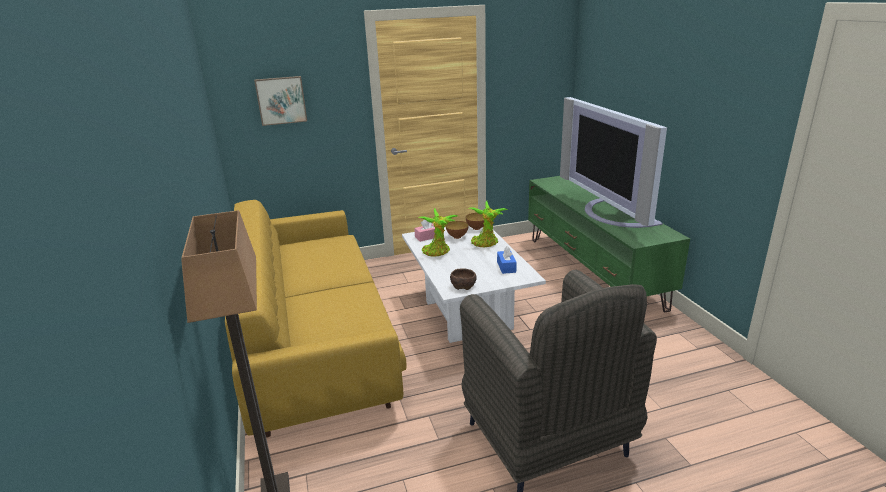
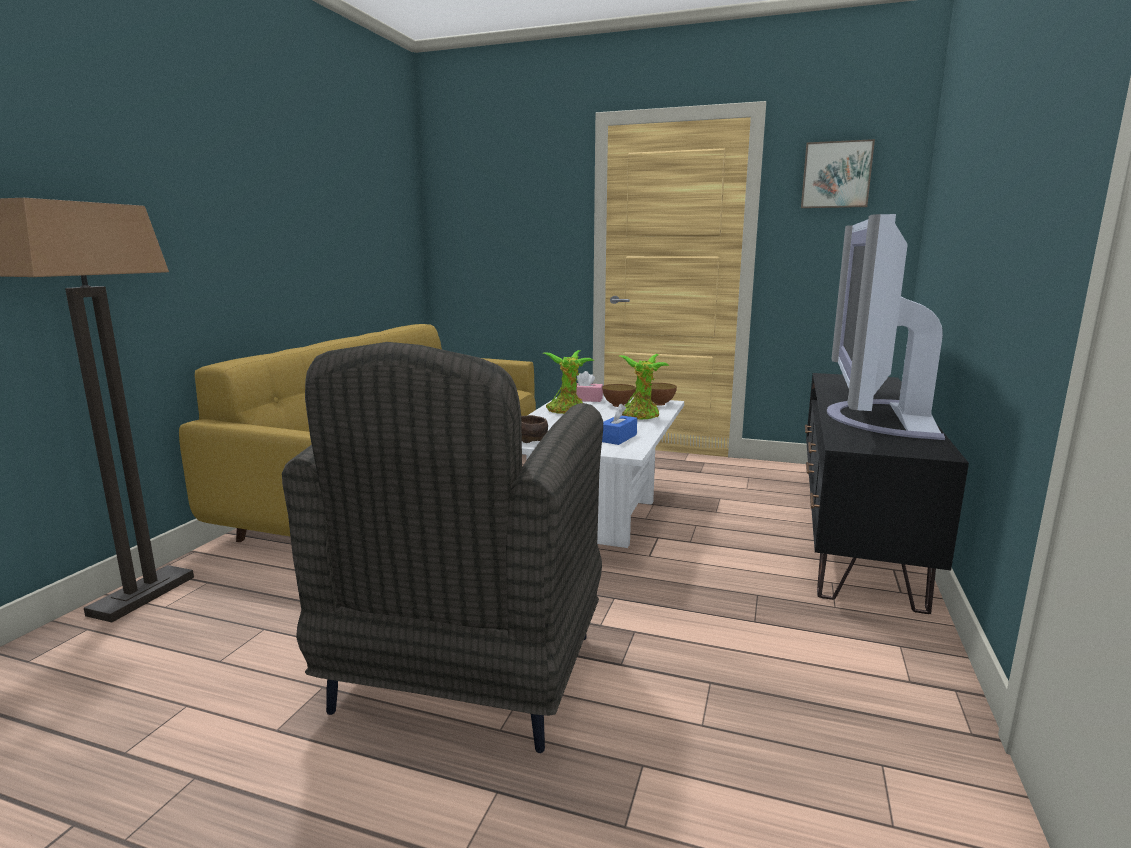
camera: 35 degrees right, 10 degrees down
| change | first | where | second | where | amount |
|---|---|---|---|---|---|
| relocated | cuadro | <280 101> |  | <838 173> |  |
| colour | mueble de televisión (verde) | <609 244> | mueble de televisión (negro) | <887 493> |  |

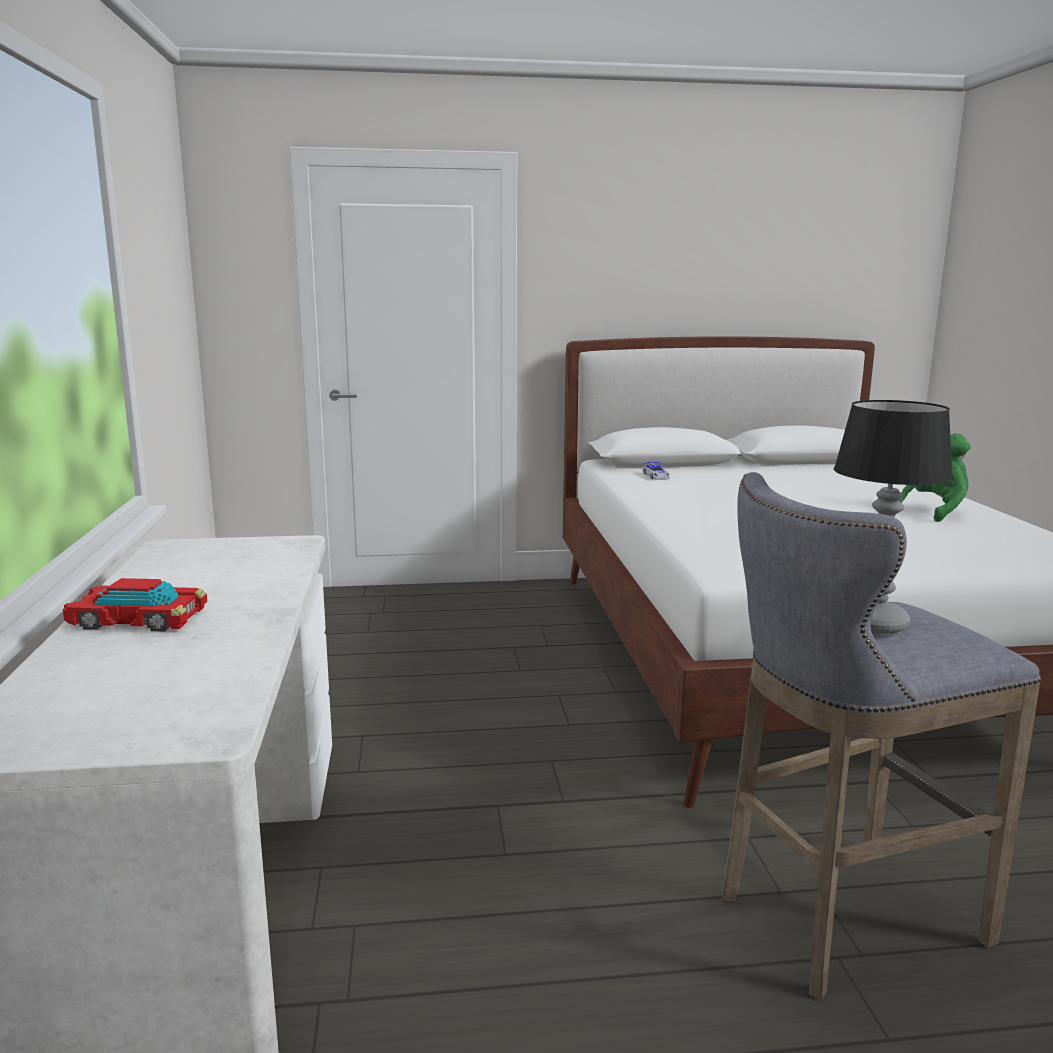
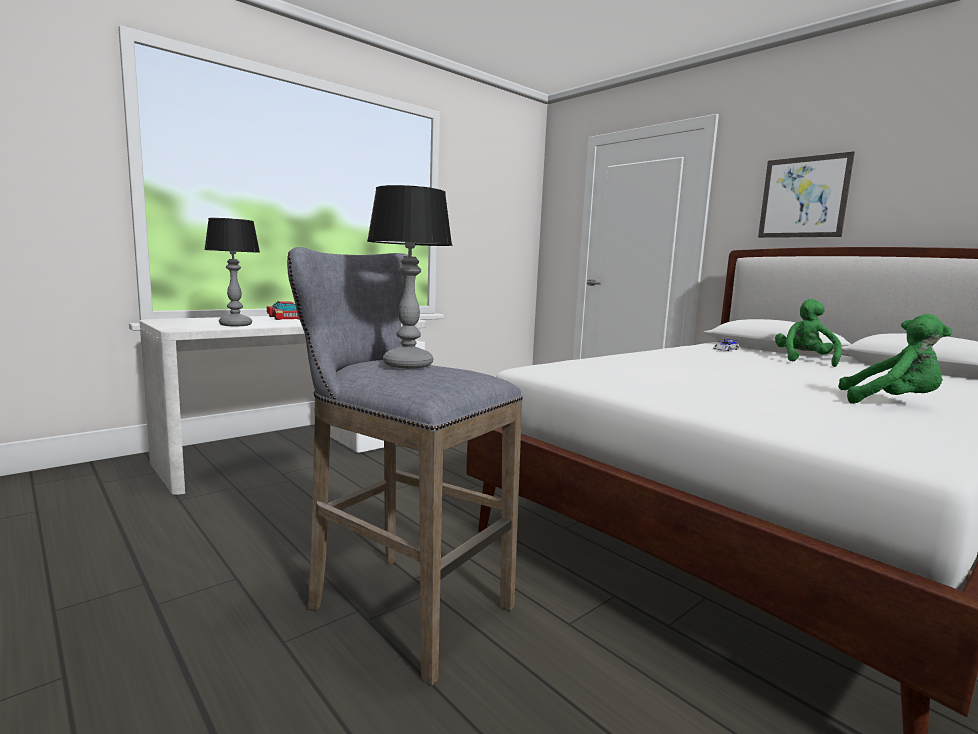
camera: 55 degrees right, 5 degrees down
| change | first | where | second | where | amount |
|---|---|---|---|---|---|
| appeared |  |  | lámpara de mesa | <232 272> |  |
| appeared |  |  | cuadro | <806 194> |  |
| appeared |  |  | peluche (verde) | <808 333> |  |

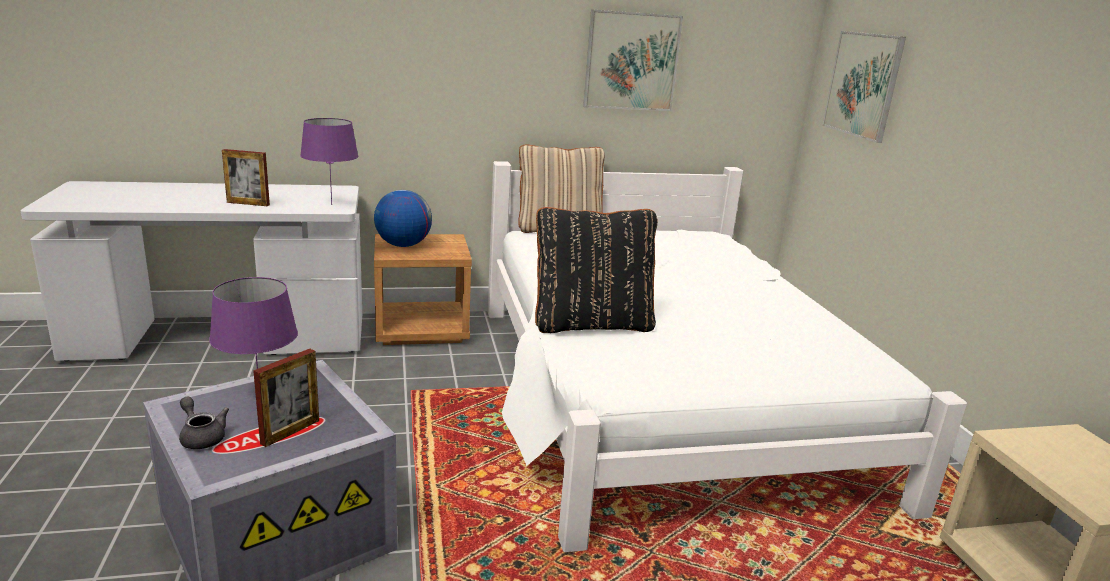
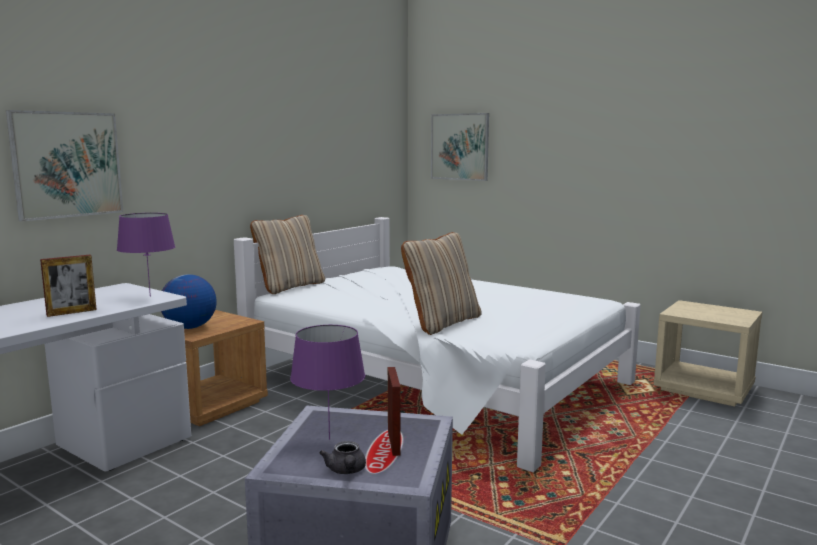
camera: 40 degrees left, 10 degrees down
| change | first | where | second | where | amount |
|---|---|---|---|---|---|
| relocated | cuadro | <633 60> |  | <64 166> |  |
| colour | cojín (negro) | <596 270> | cojín (beis) | <441 283> |  |
| spun | tetera (gris) | <204 423> |  | <342 457> | 105 degrees counterclockwise |

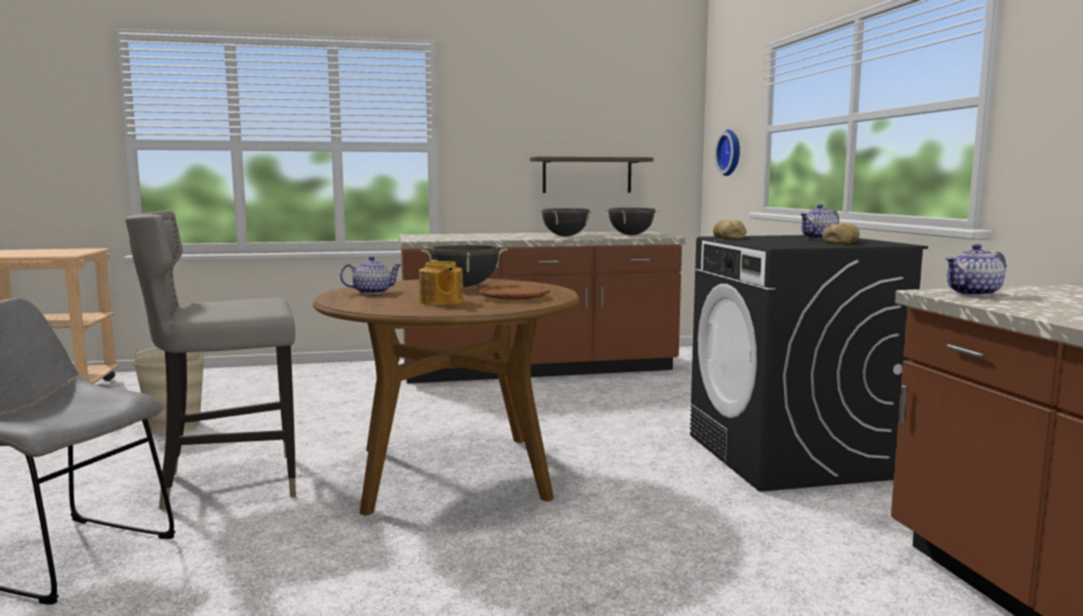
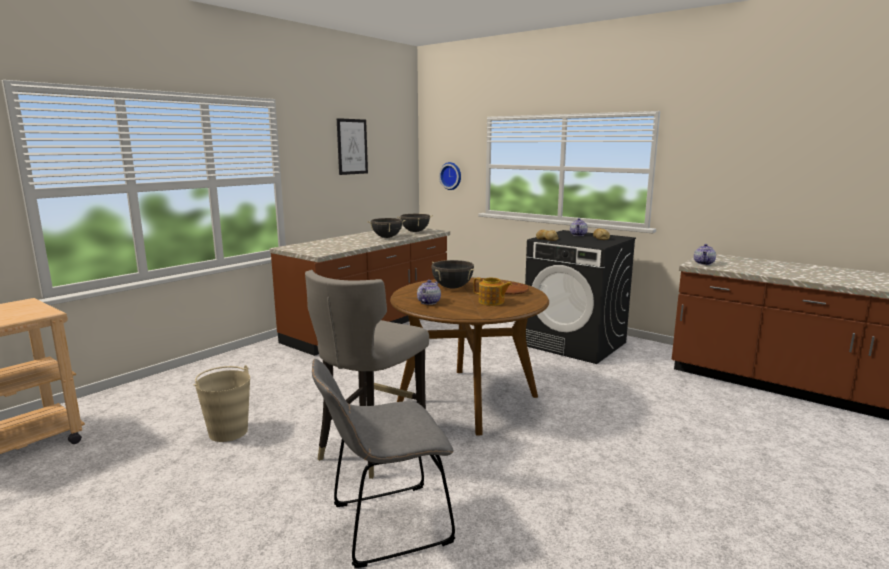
camera: 40 degrees left, 5 degrees up
| change | first | where | second | where | amount |
|---|---|---|---|---|---|
| missing | estante | <591 175> |  |  |  |
| appeared |  |  | cuadro | <352 146> |  |

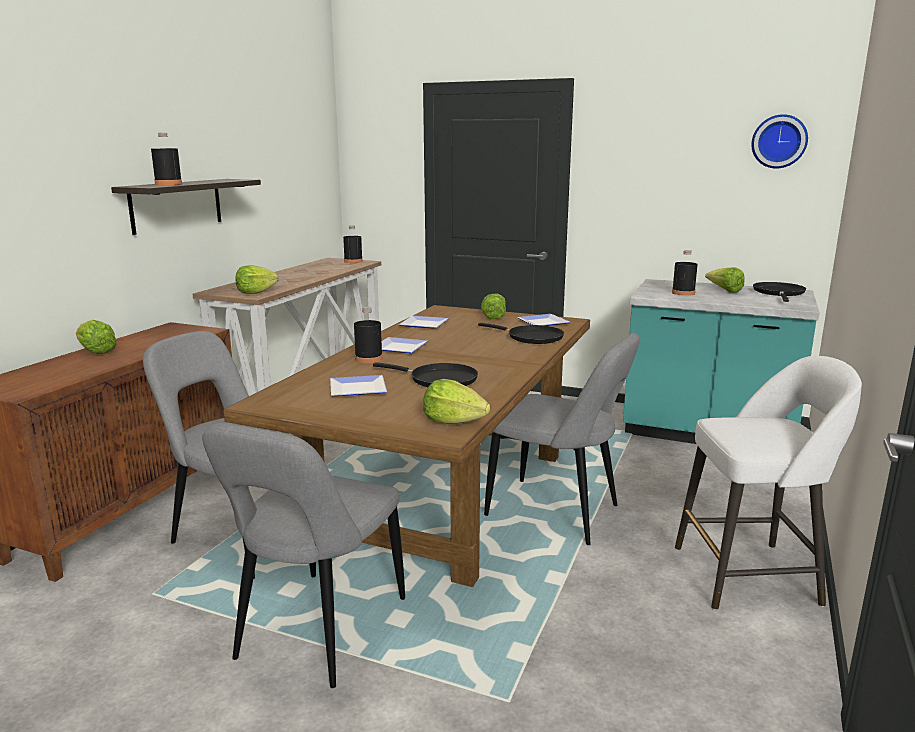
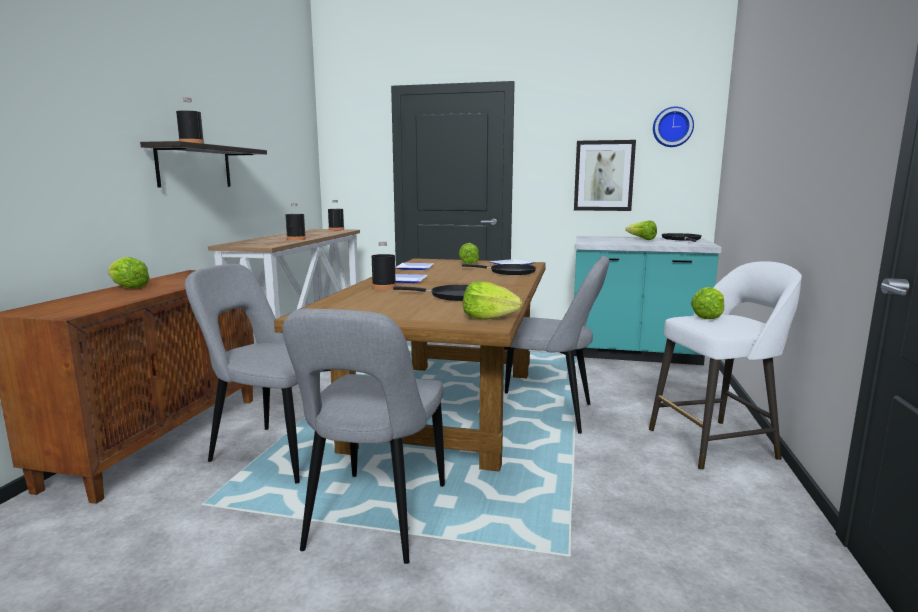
camera: 10 degrees left, 5 degrees down
| change | first | where | second | where | amount |
|---|---|---|---|---|---|
| missing | plato | <358 385> |  |  |  |
| appeared |  |  | cuadro | <605 175> |  |
| relocated | lechuga | <256 279> |  | <707 303> |  |
| relocated | botella (negro) | <685 273> |  | <296 221> |  |

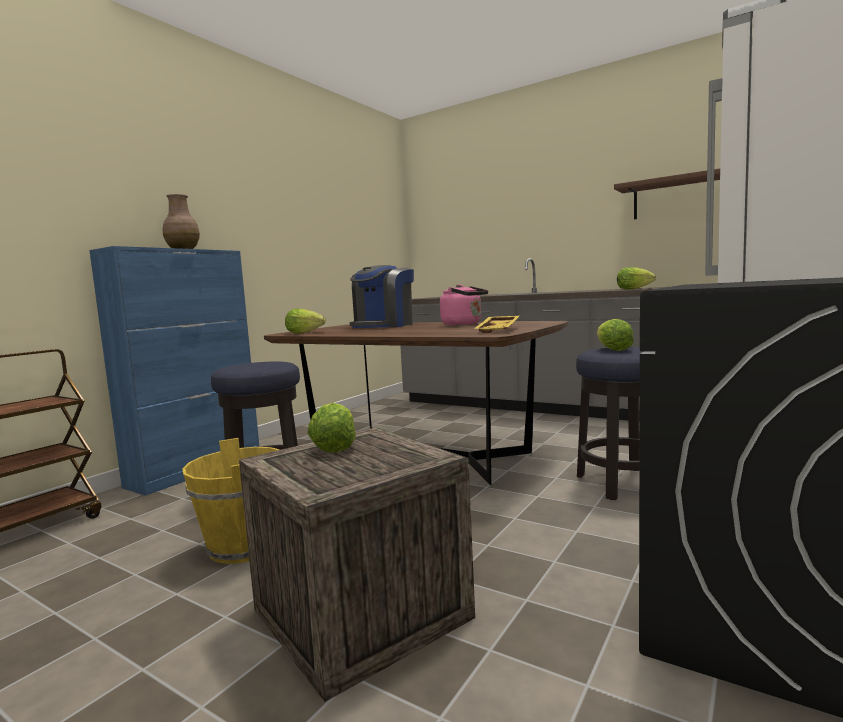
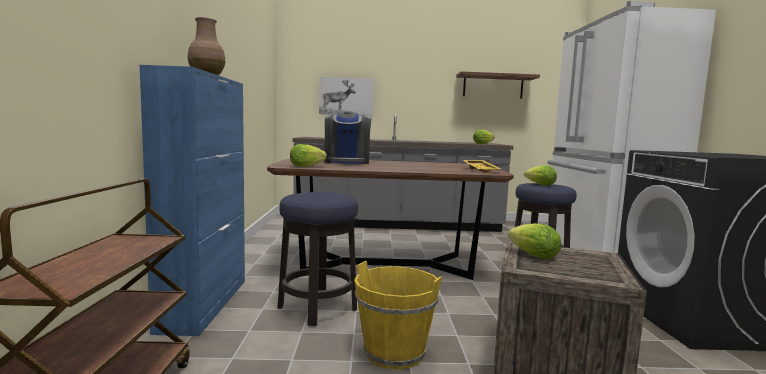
camera: 35 degrees left, 0 degrees up
| change | first | where | second | where | amount |
|---|---|---|---|---|---|
| missing | hervidor (rosa) | <464 304> |  |  |  |
| appeared |  |  | cuadro | <346 96> |  |

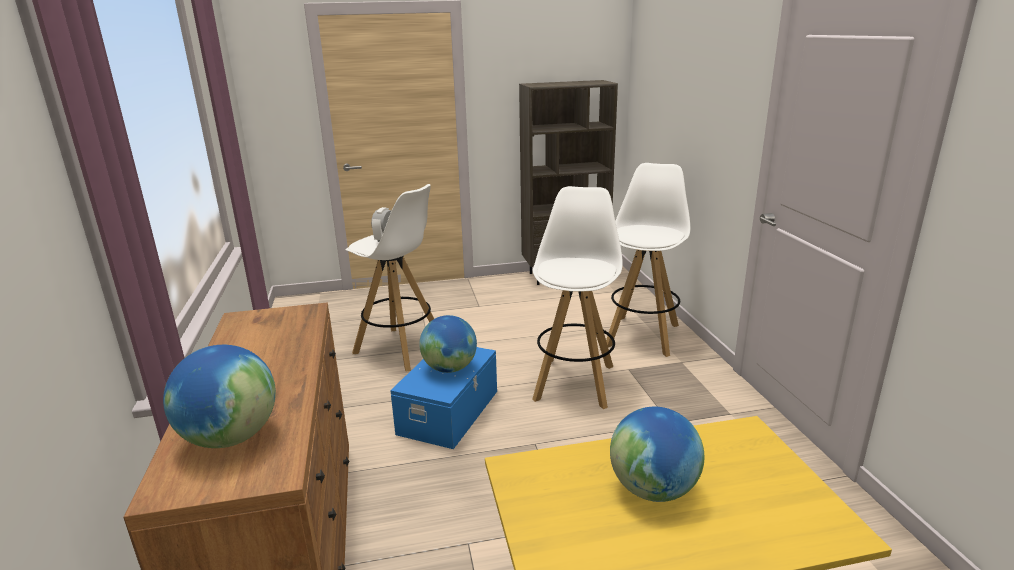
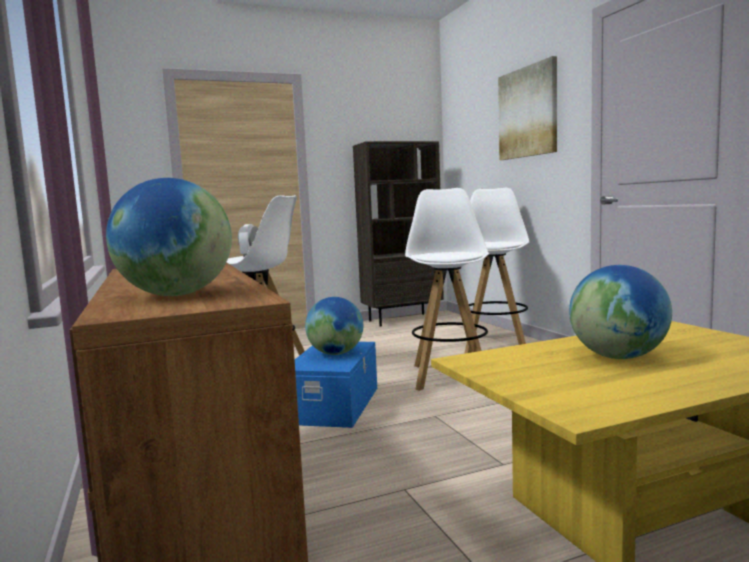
camera: 10 degrees left, 15 degrees down
| change | first | where | second | where | amount |
|---|---|---|---|---|---|
| appeared |  |  | cuadro | <527 108> |  |

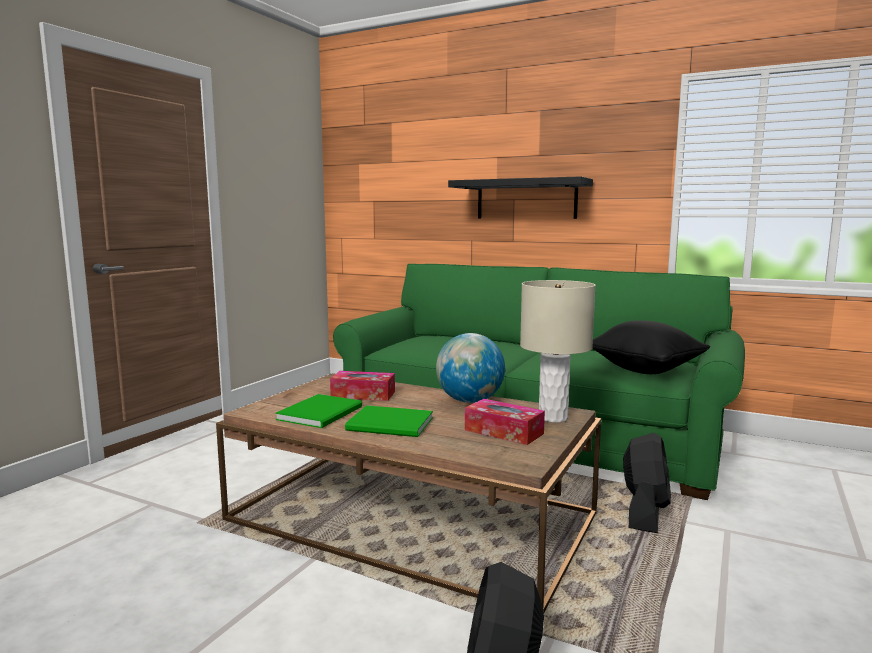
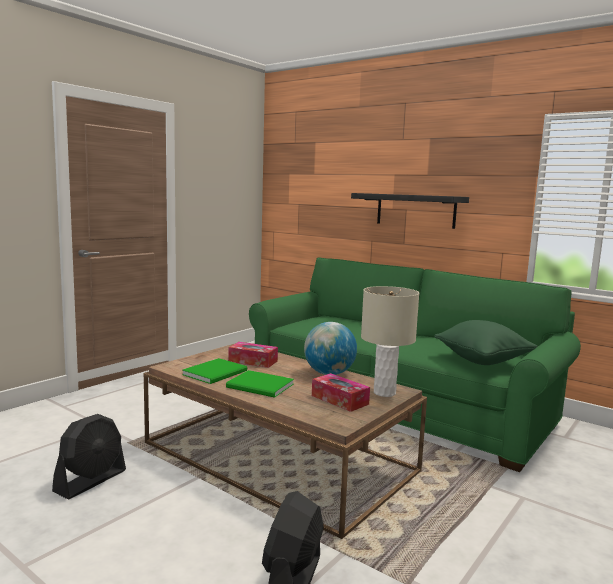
camera: 10 degrees right, 0 degrees up
| change | first | where | second | where | amount |
|---|---|---|---|---|---|
| relocated | ventilador (negro) | <647 483> |  | <89 456> |  |
| colour | cojín (negro) | <651 347> | cojín (verde) | <486 342> |  |

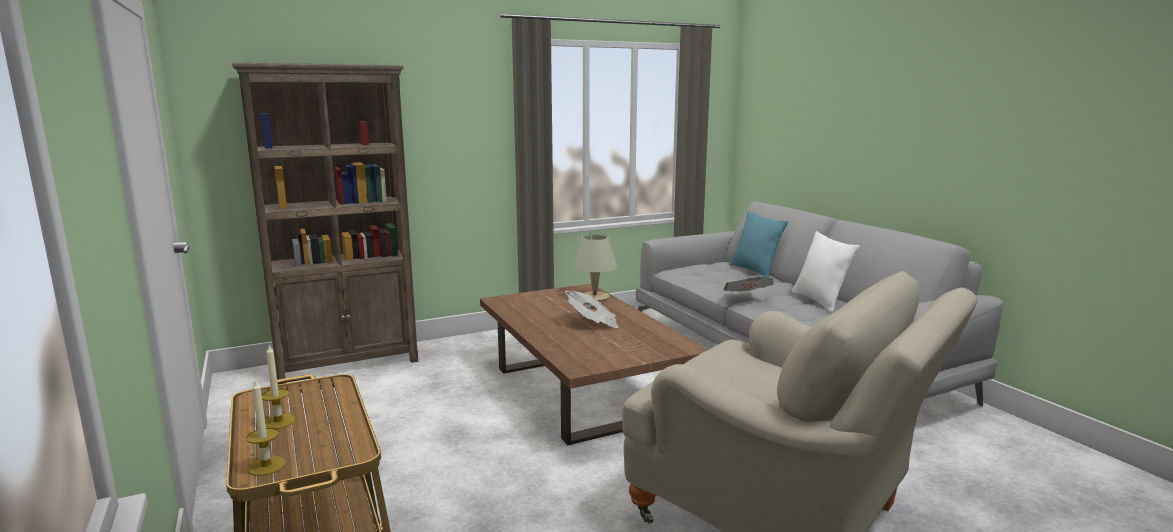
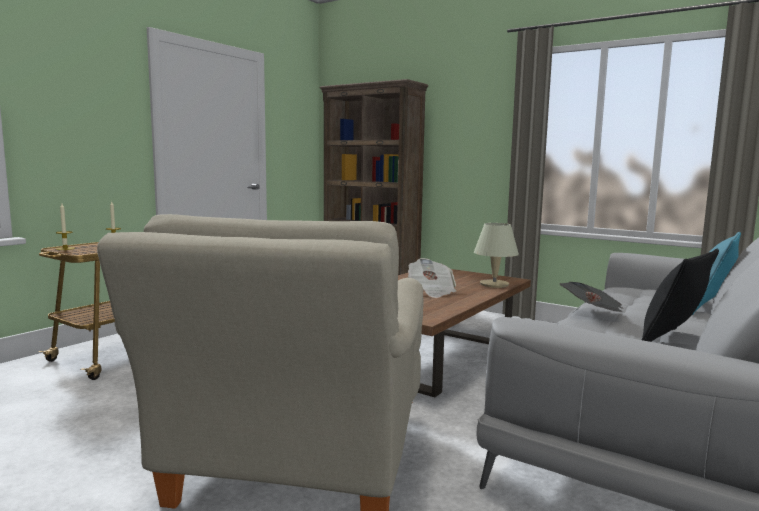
camera: 60 degrees right, 5 degrees down
| change | first | where | second | where | amount |
|---|---|---|---|---|---|
| colour | cojín (blanco) | <826 272> | cojín (negro) | <680 295> |  |

